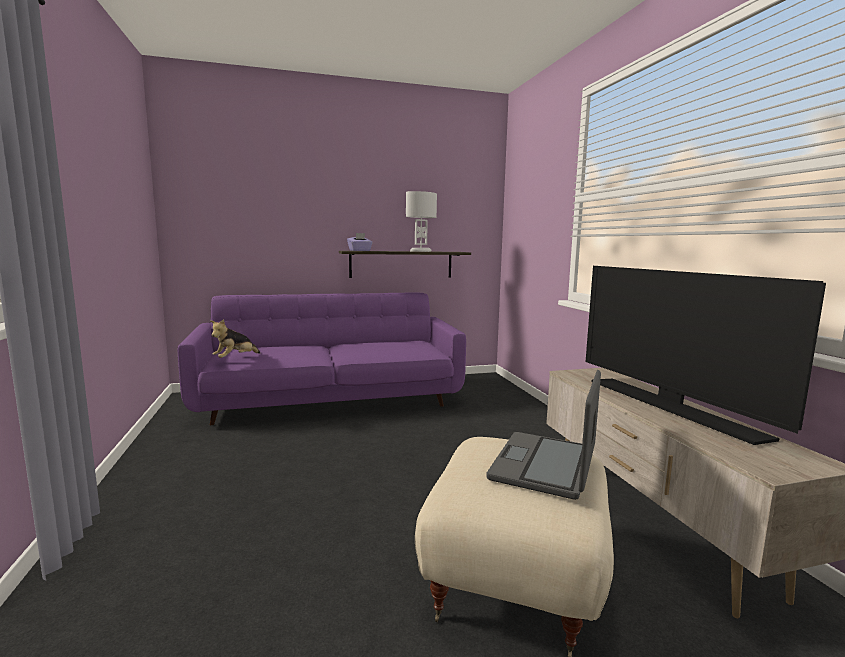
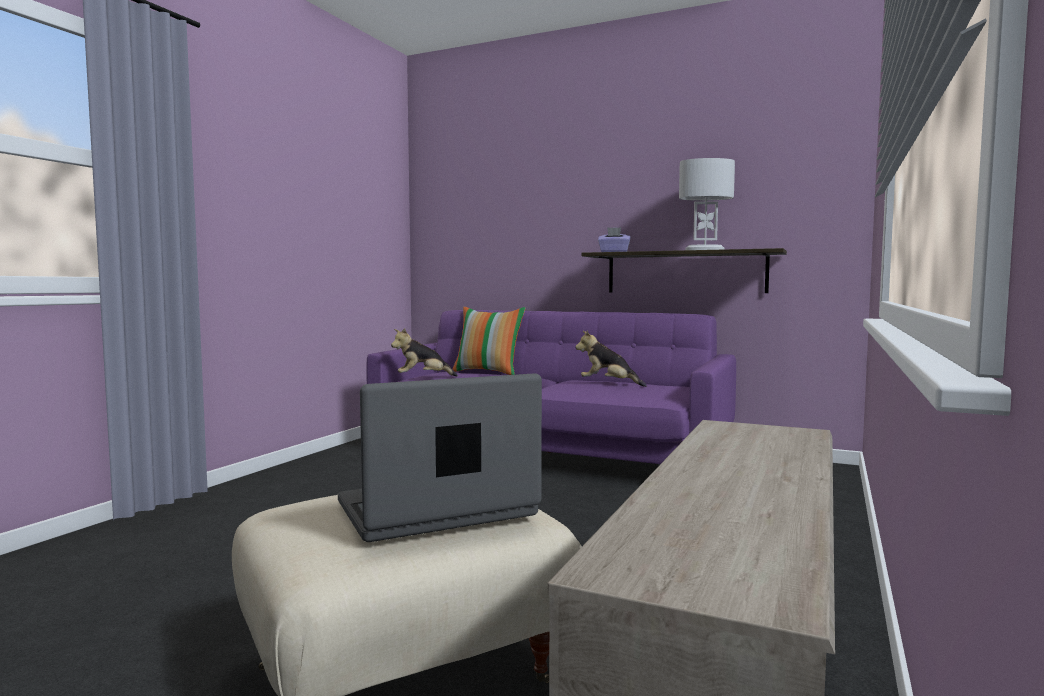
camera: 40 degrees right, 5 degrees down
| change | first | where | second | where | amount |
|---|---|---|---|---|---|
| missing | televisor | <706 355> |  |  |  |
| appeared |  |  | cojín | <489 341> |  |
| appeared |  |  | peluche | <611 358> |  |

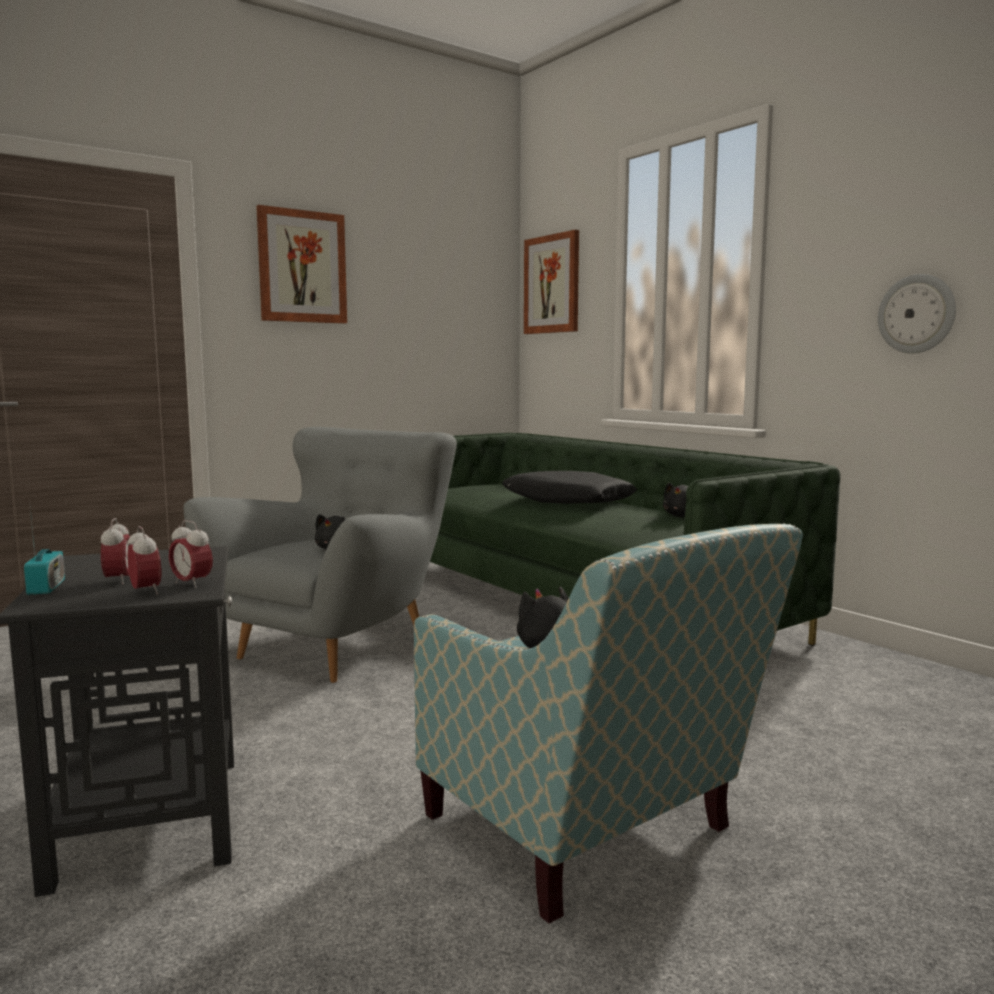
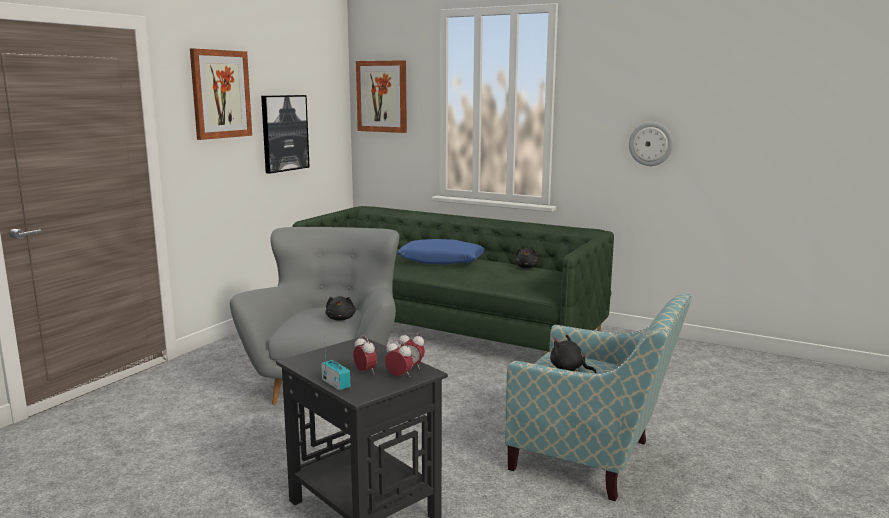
camera: 25 degrees left, 5 degrees up
| change | first | where | second | where | amount |
|---|---|---|---|---|---|
| appeared |  |  | cuadro | <285 134> |  |
| colour | cojín (negro) | <569 487> | cojín (azul) | <441 251> |  |

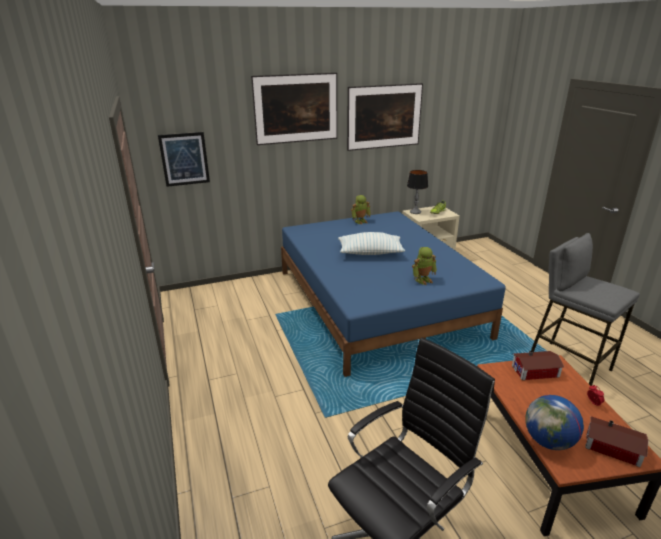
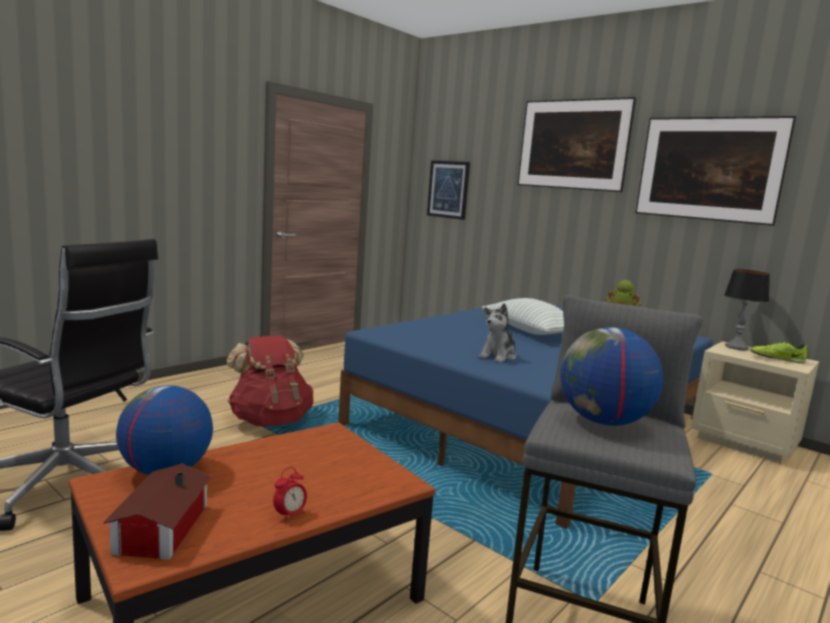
camera: 60 degrees right, 15 degrees down
| change | first | where | second | where | amount |
|---|---|---|---|---|---|
| missing | casita | <538 365> |  |  |  |
| appeared |  |  | mochila (rojo) | <270 381> |  |
| appeared |  |  | globo terráqueo | <611 376> |  |
| exchanged | robot de juguete | <424 266> | peluche | <497 333> |  |

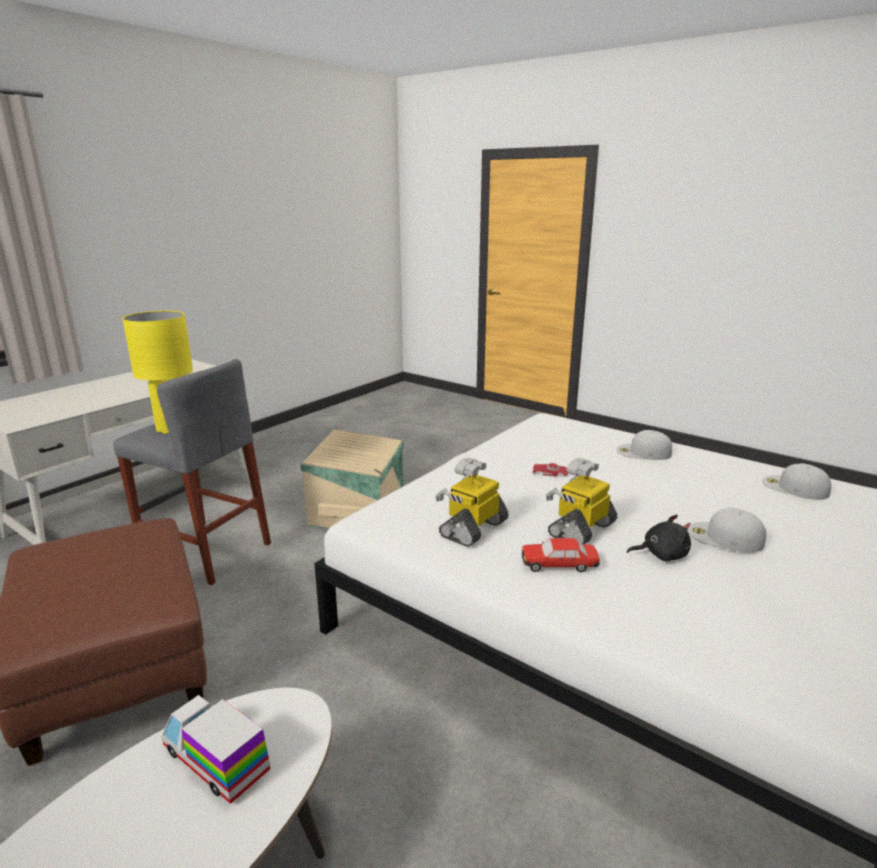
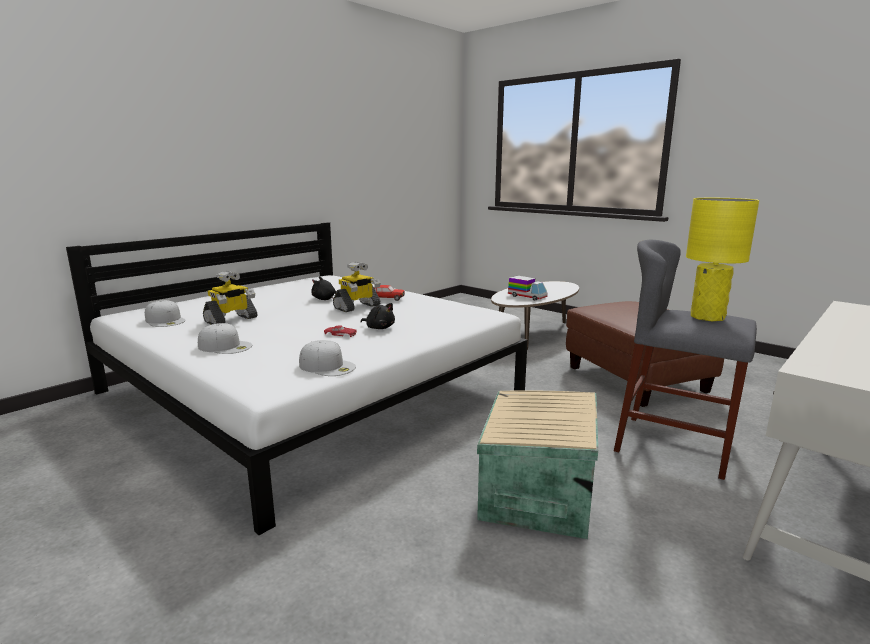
camera: 175 degrees left, 5 degrees down
| change | first | where | second | where | amount |
|---|---|---|---|---|---|
| appeared |  |  | peluche (negro) | <378 316> |  |
| relocated | robot de juguete | <472 502> |  | <230 298> |  |
| relocated | gorra (blanco) | <727 530> |  | <327 358> |  |

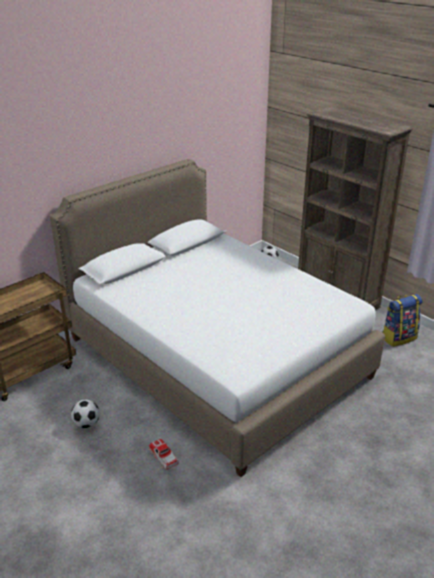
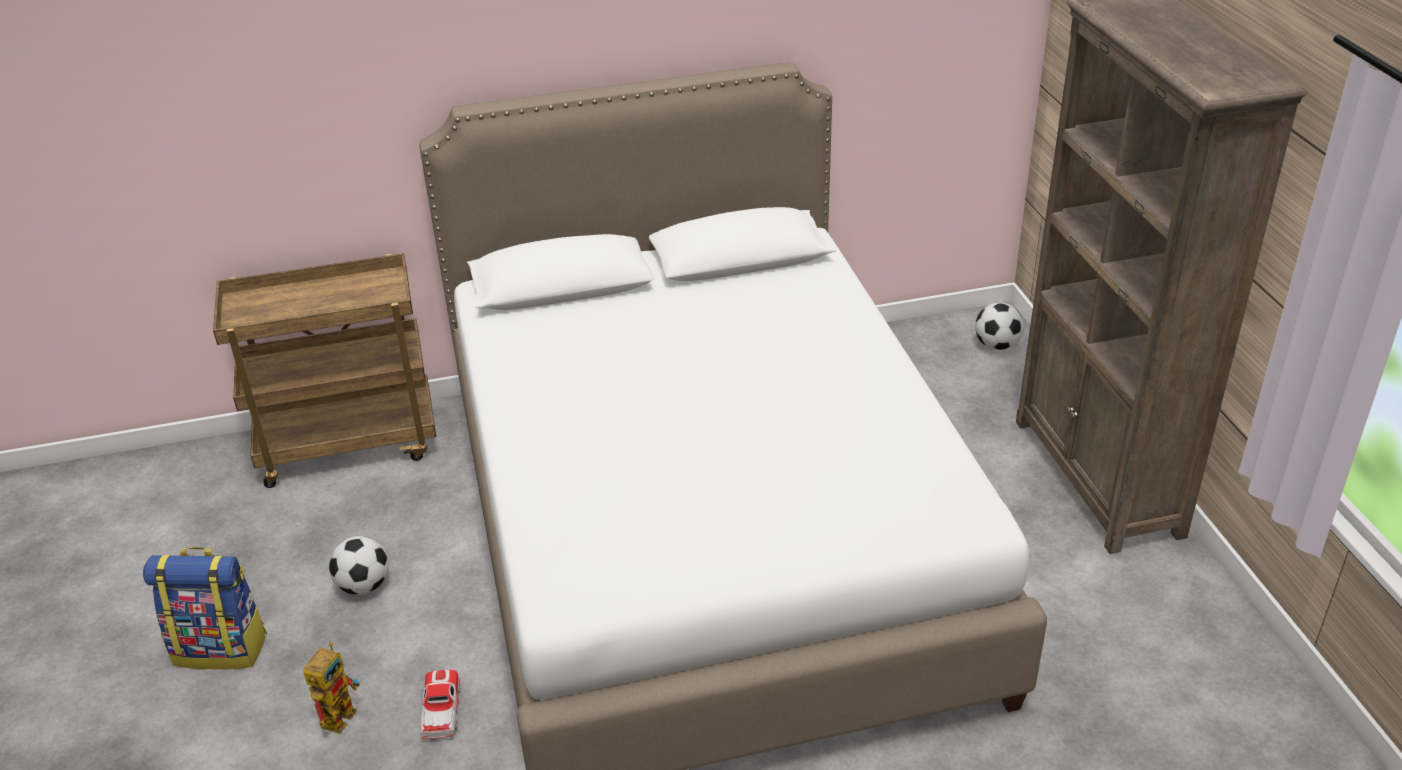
camera: 30 degrees right, 5 degrees up
| change | first | where | second | where | amount |
|---|---|---|---|---|---|
| appeared |  |  | robot de juguete | <331 688> |  |
| relocated | mochila | <402 320> |  | <205 608> |  |

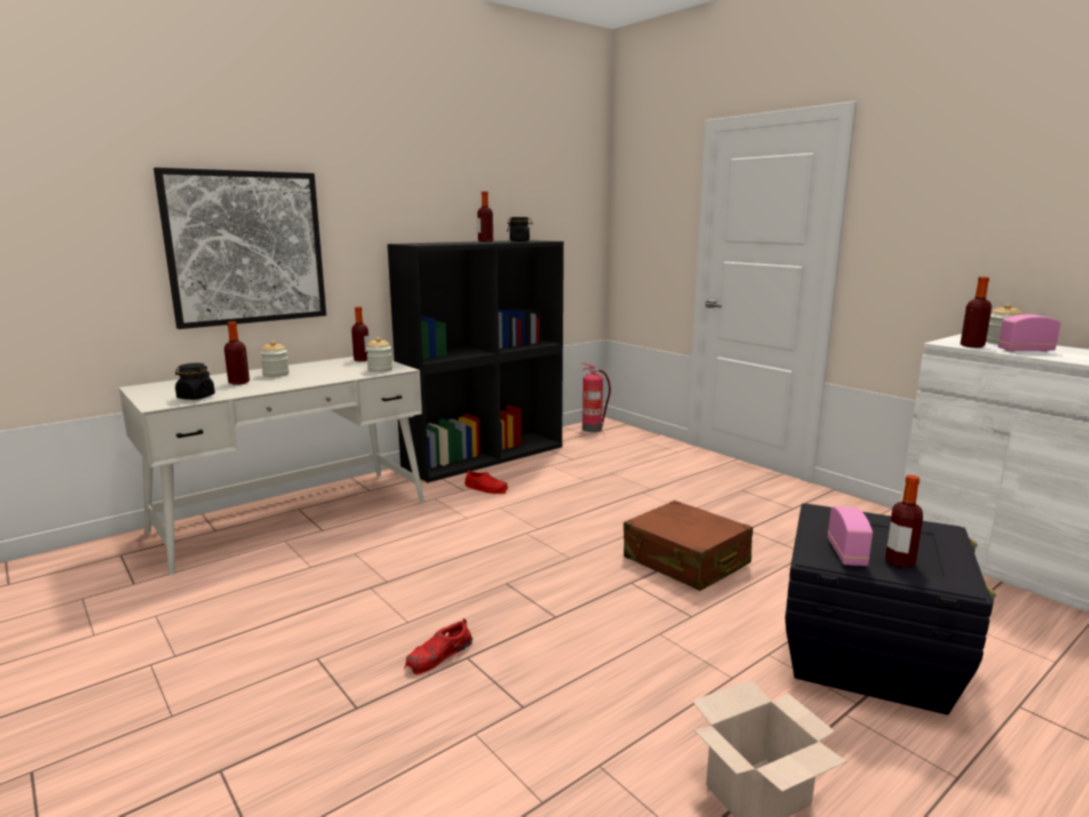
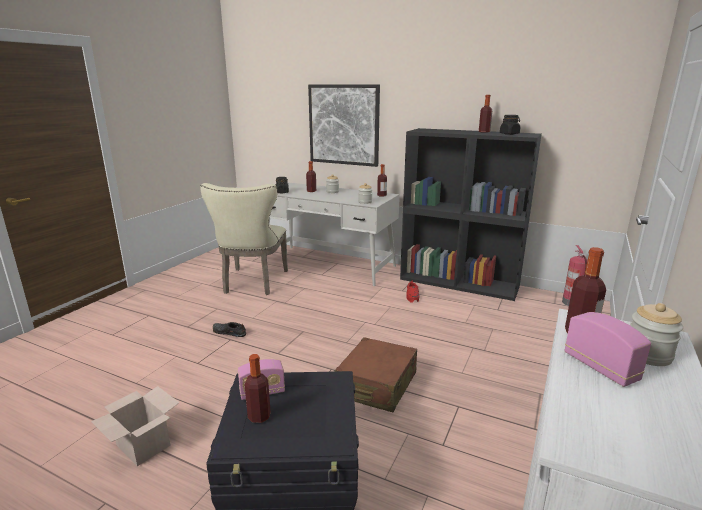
camera: 65 degrees right, 5 degrees up
| change | first | where | second | where | amount |
|---|---|---|---|---|---|
| appeared |  |  | silla (beis) | <244 239> |  |
| colour | zapato (rojo) | <438 646> | zapato (negro) | <229 329> |  |

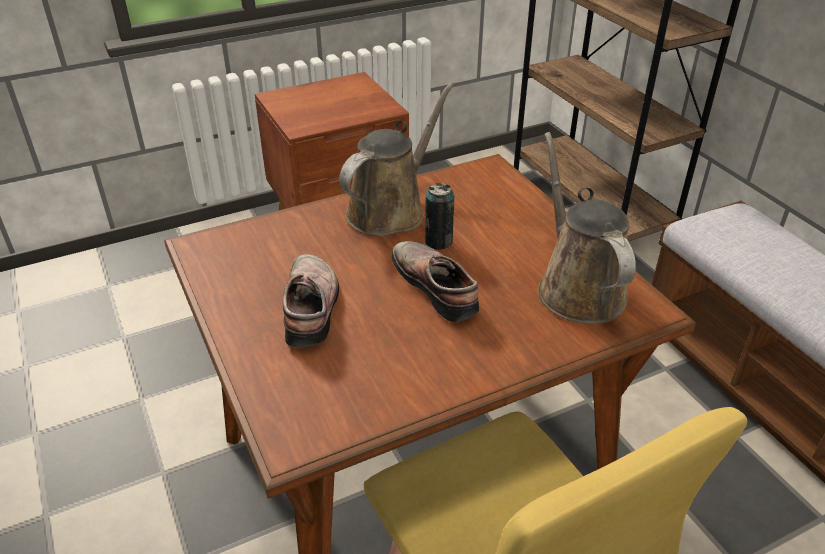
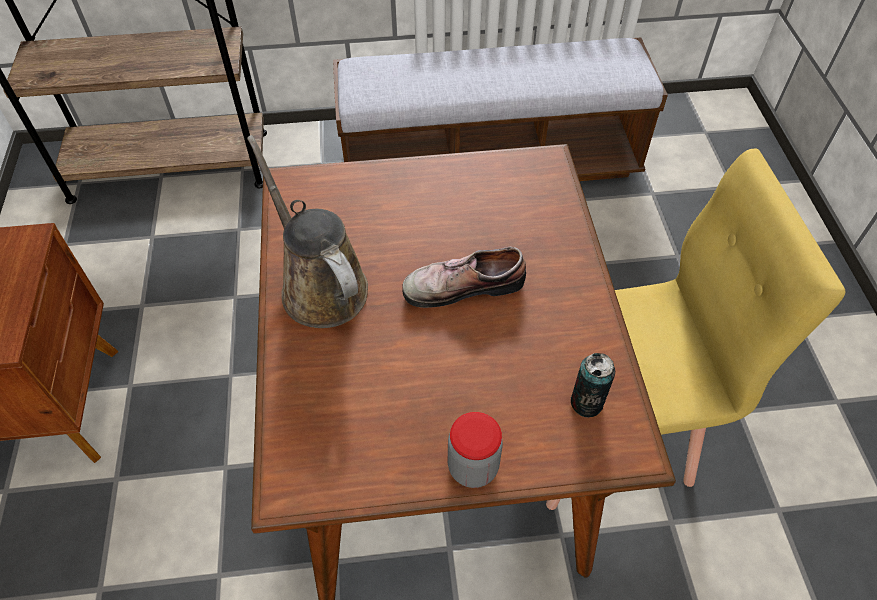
camera: 70 degrees left, 15 degrees up
| change | first | where | second | where | amount |
|---|---|---|---|---|---|
| missing | zapato | <311 300> |  |  |  |
| missing | regadera (marrón) | <587 228> |  |  |  |
| appeared |  |  | tarro | <475 450> |  |
| relocated | lata | <440 216> |  | <593 385> |  |

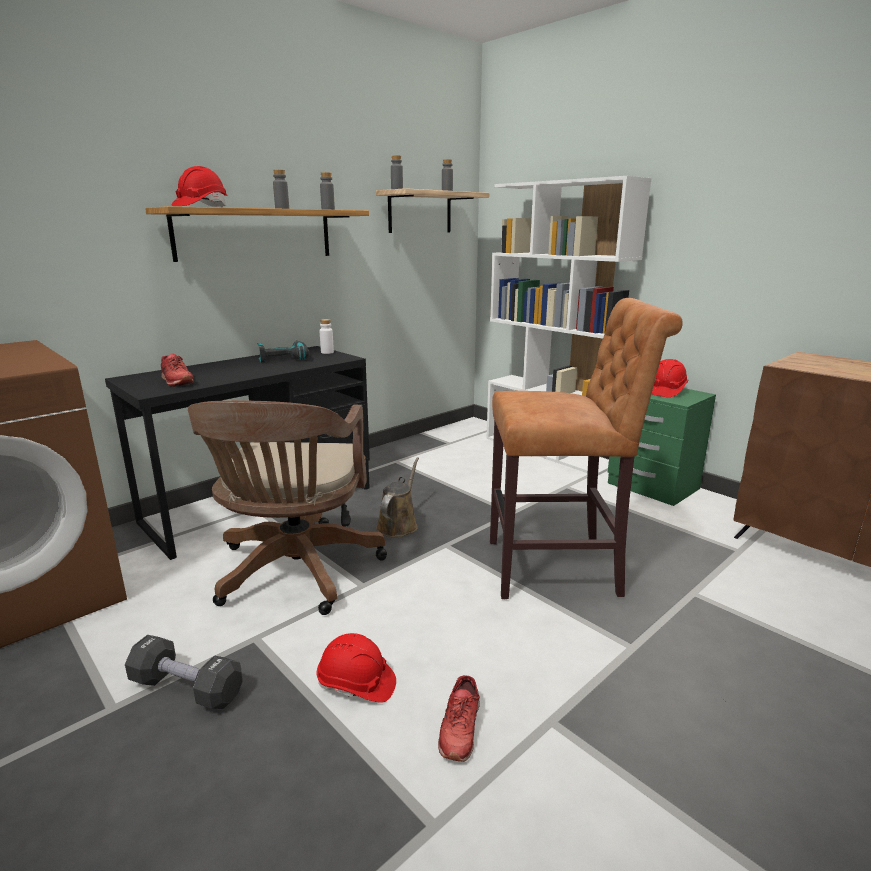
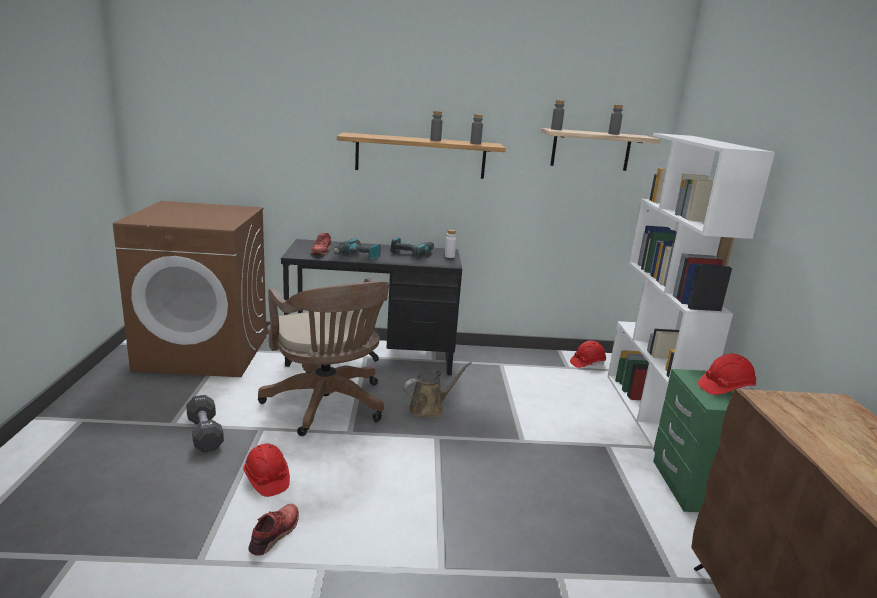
camera: 40 degrees right, 0 degrees up
| change | first | where | second | where | amount |
|---|---|---|---|---|---|
| missing | taburete (marrón) | <586 448> |  |  |  |
| appeared |  |  | taladro | <357 249> |  |
| relocated | casco (rojo) | <199 186> |  | <588 354> |  |
| spun | silla de oficina (marrón) | <287 507> |  | <323 357> | 75 degrees counterclockwise |
| spun | zapato (rojo) | <459 718> |  | <273 530> | 150 degrees clockwise |

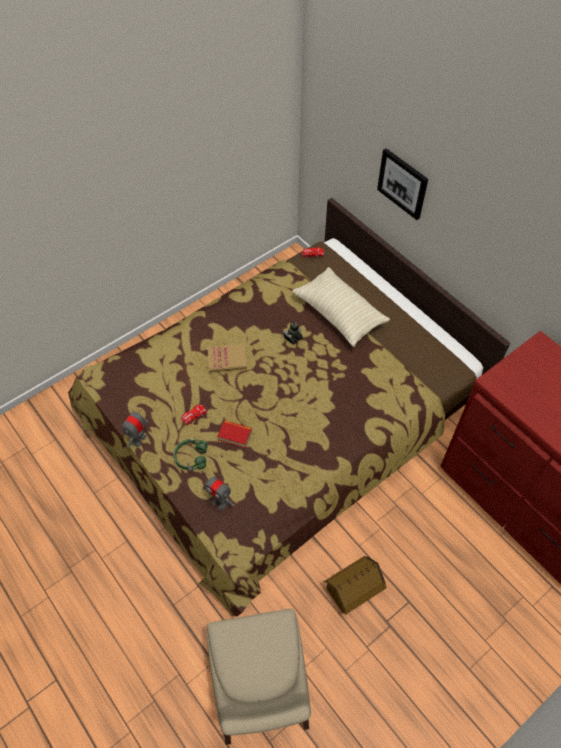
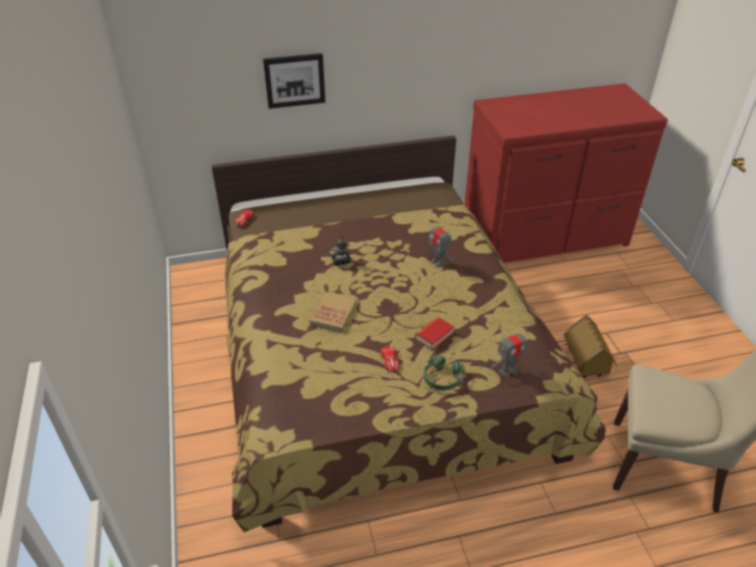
camera: 65 degrees left, 15 degrees down
| change | first | where | second | where | amount |
|---|---|---|---|---|---|
| missing | cojín (beis) | <341 307> |  |  |  |
| relocated | robot de juguete | <135 426> |  | <440 242> |  |

